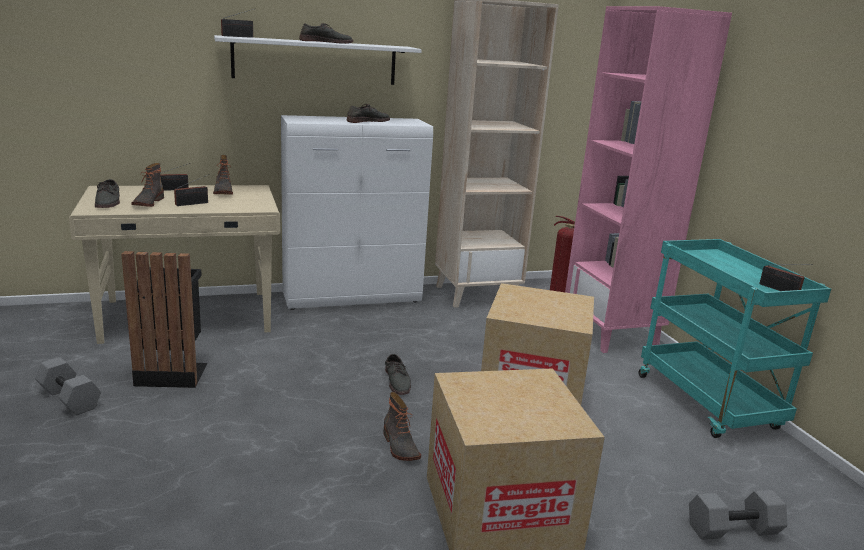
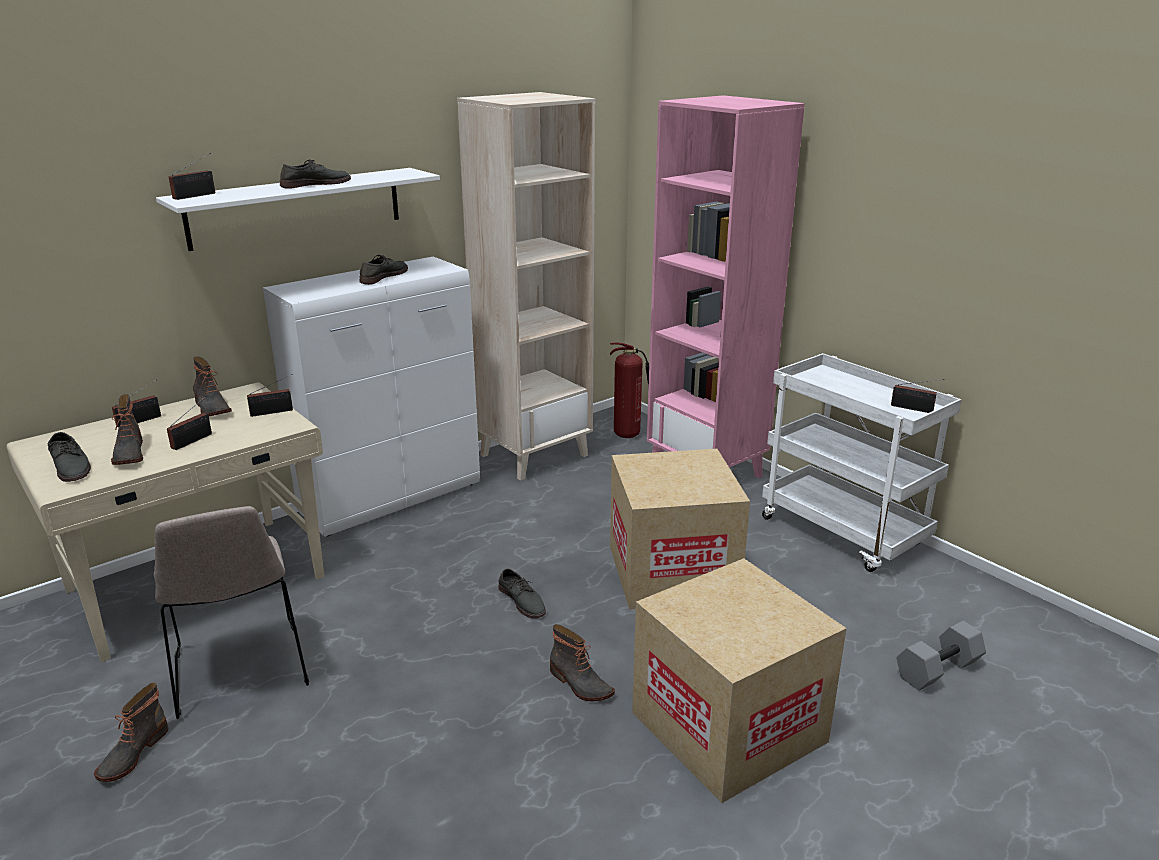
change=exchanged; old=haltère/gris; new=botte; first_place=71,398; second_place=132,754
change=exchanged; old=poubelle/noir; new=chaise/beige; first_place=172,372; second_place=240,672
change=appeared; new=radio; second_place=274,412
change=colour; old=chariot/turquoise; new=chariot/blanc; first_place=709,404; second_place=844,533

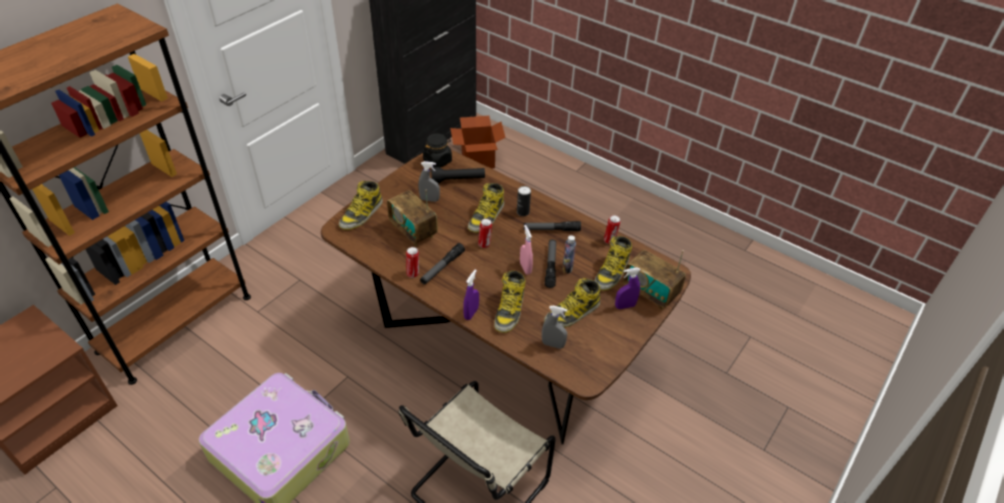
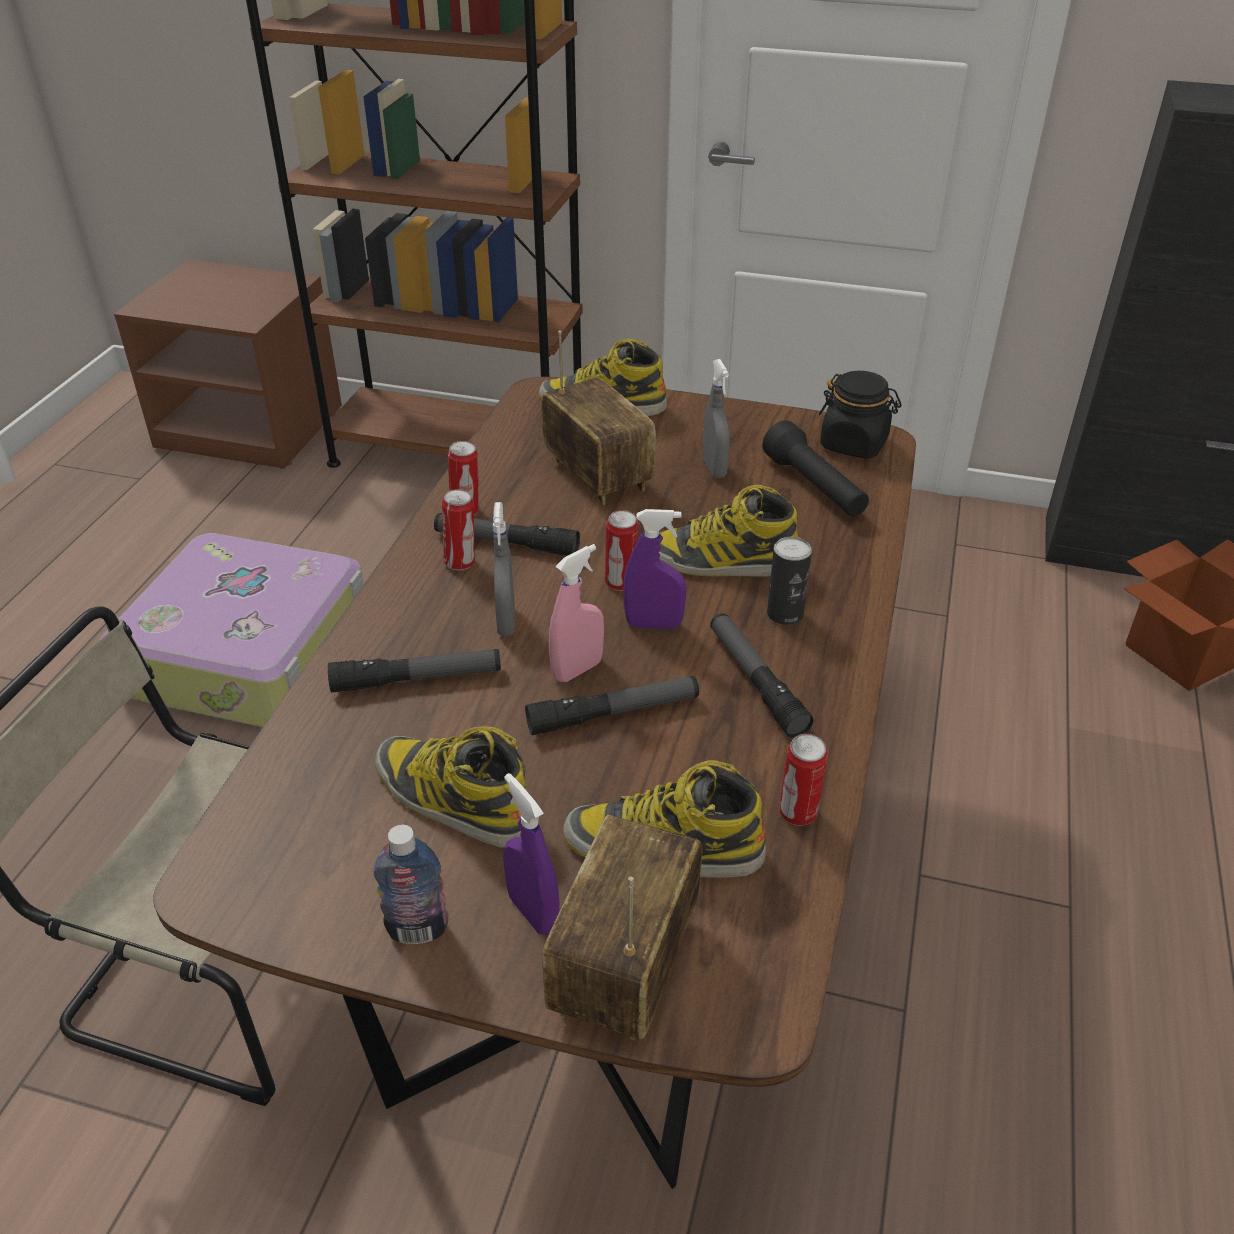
change=exchanged; old=botte; new=lampe de poche; first_place=509,310; second_place=417,679
change=relocated; old=bouteille; first_place=567,268; second_place=418,930
change=appeared; new=boîte métallique; second_place=461,562
change=relocated; old=vaporisateur/gris; first_place=553,344; second_place=506,622
change=spun; old=radio; first_place=413,231; second_place=597,476; degrees=120
change=relocated; old=vaporisateur/violet; first_place=471,313; second_place=653,625

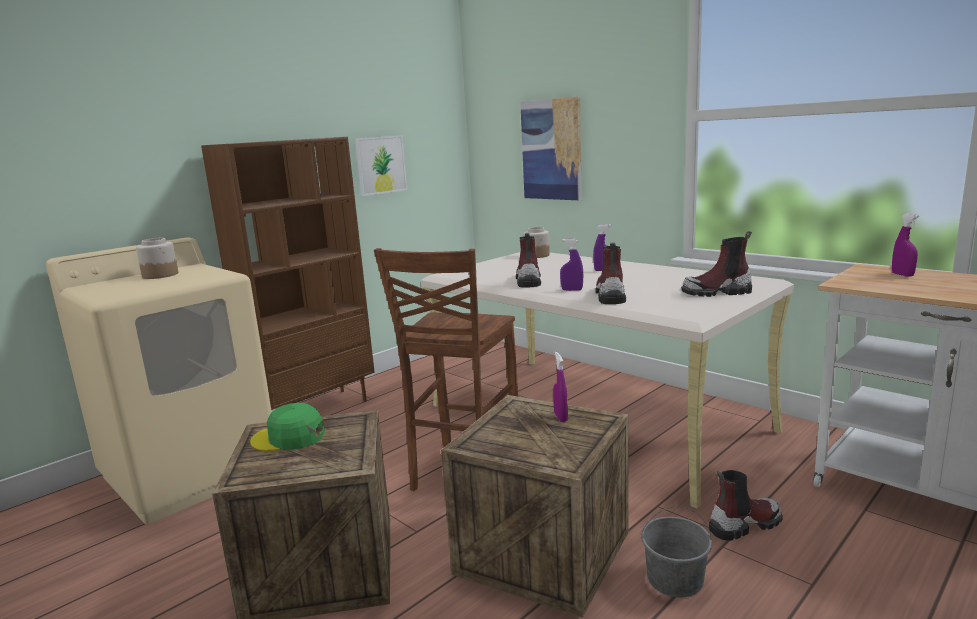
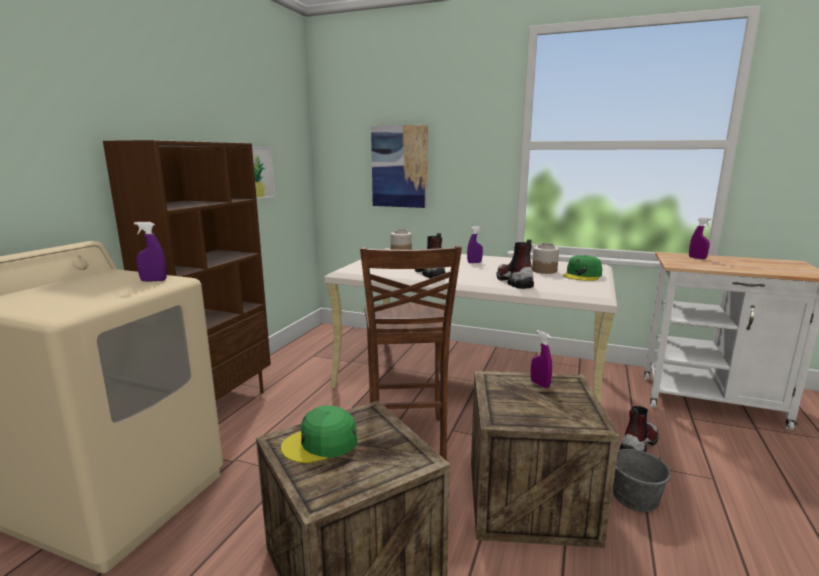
change=relocated; old=vaporisateur/violet; first_place=572,290; second_place=153,280
change=relocated; old=bocal; first_place=160,275; second_place=544,270
change=exchanged; old=botte; new=casquette/vert; first_place=717,292; second_place=582,275

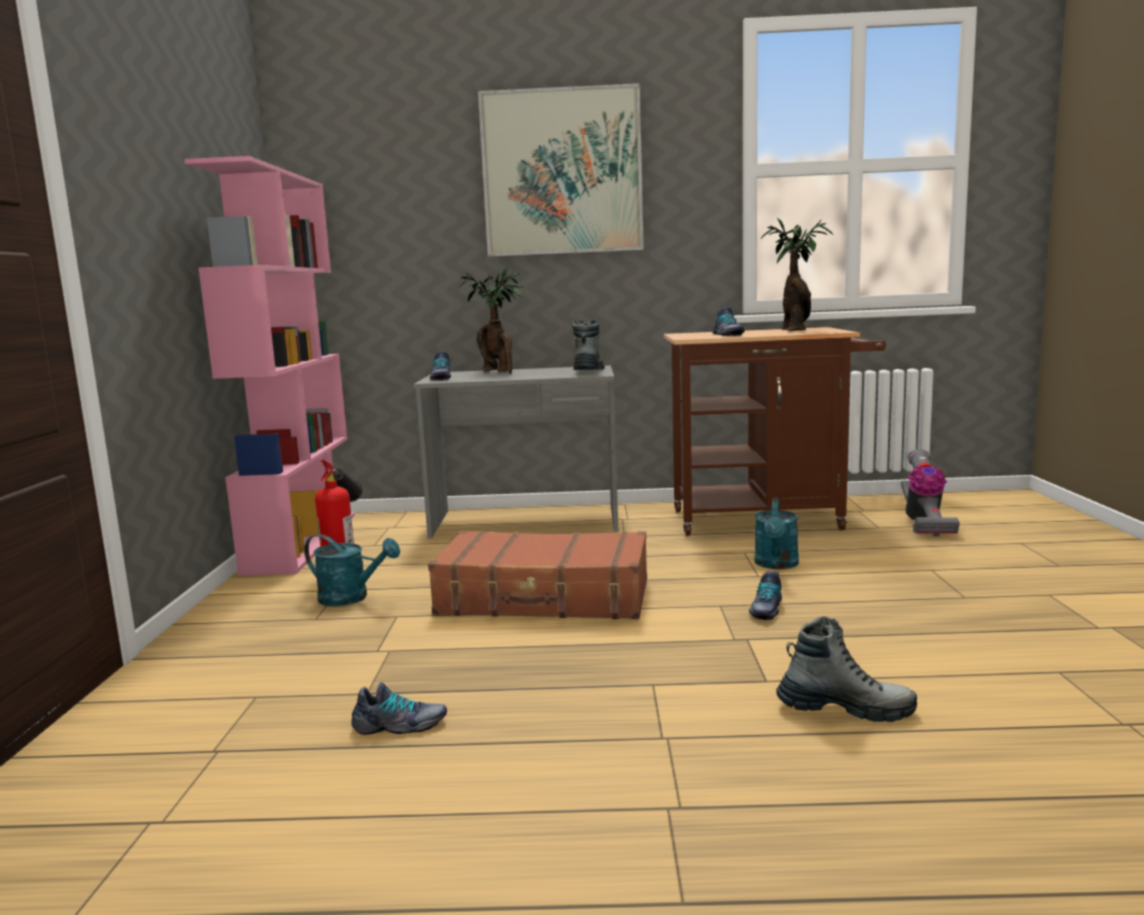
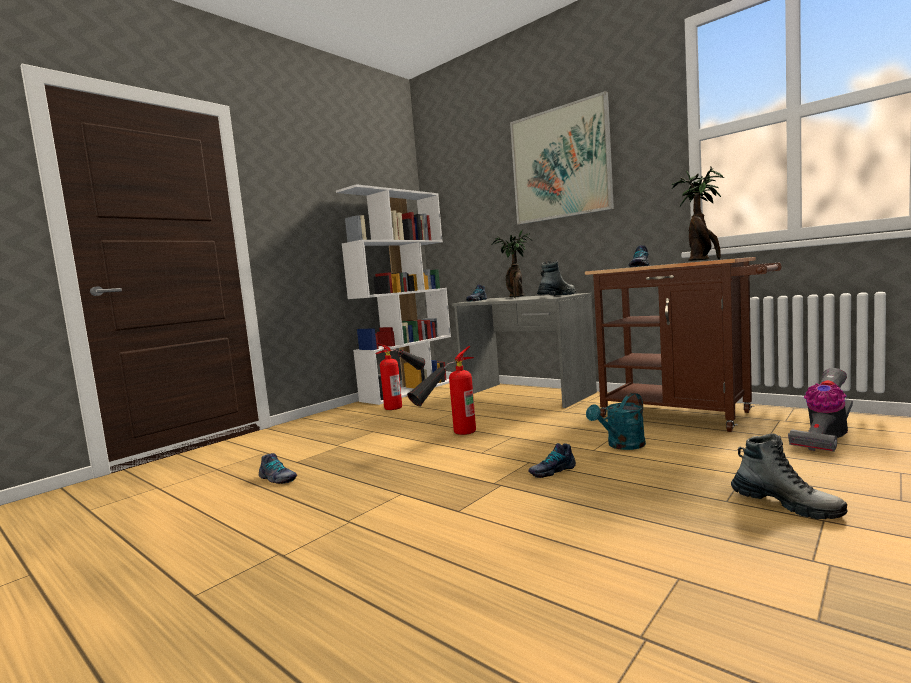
change=colour; old=bibliothèque/rose; new=bibliothèque/blanc; first_place=302,542; second_place=409,390
change=exchanged; old=valise/marron; new=extincteur; first_place=544,598; second_place=448,437
change=relocated; old=botte; first_place=845,709; second_place=786,505
change=missing; old=arrosoir/turquoise; first_place=351,598

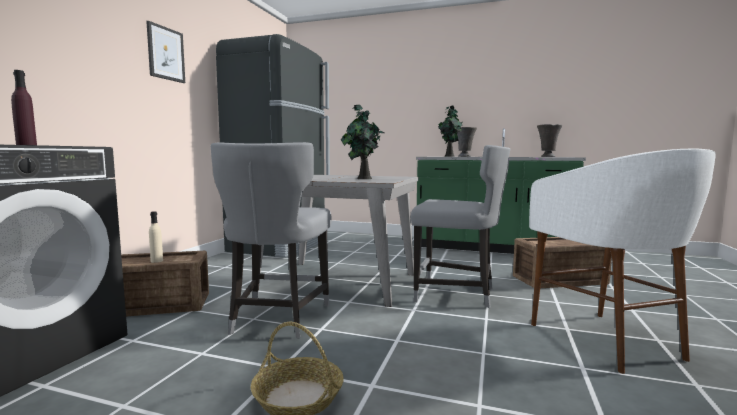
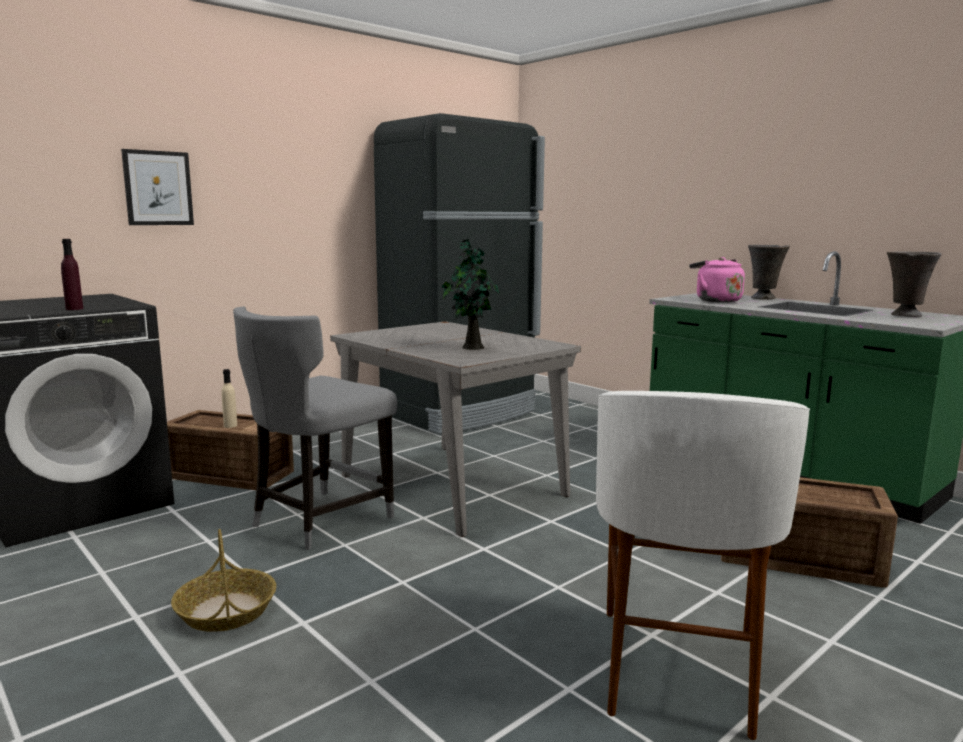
change=relocated; old=tableau; first_place=166,53; second_place=158,188
change=exchanged; old=plante en pot; new=bouilloire/rose; first_place=449,156; second_place=715,300
change=missing; old=chaise/gris; first_place=456,294

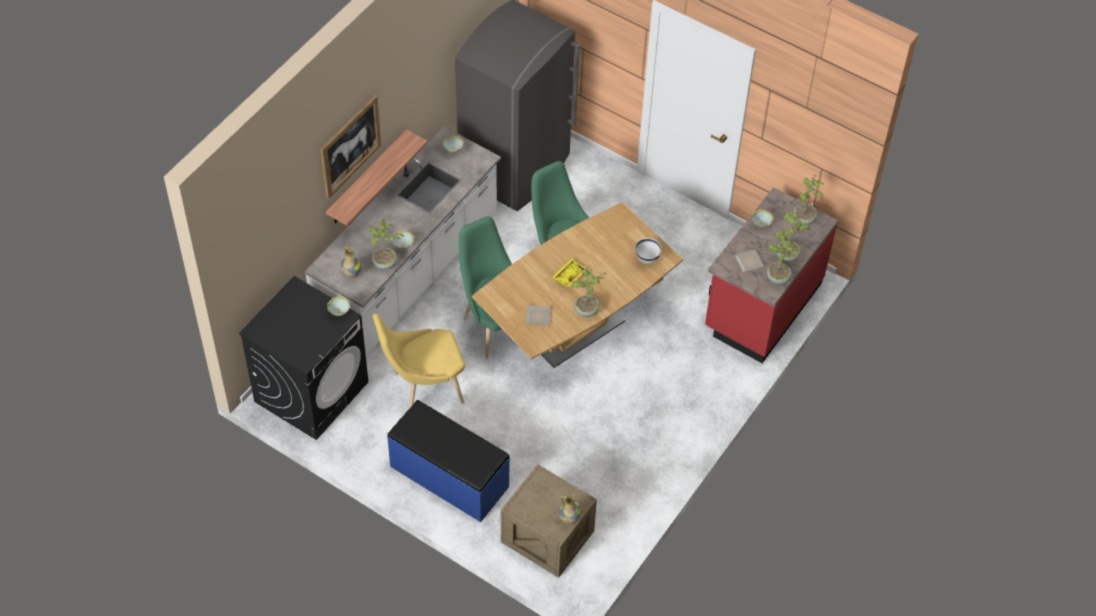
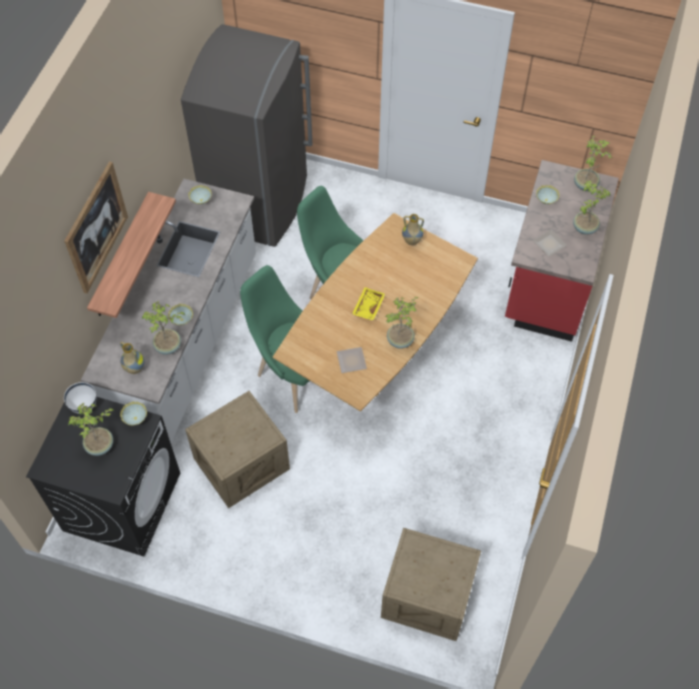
change=relocated; old=bol/blanc; first_place=647,259; second_place=84,406
change=relocated; old=plante en pot; first_place=778,278; second_place=100,446
change=exchanged; old=chaise/jaune; new=caisse; first_place=423,388; second_place=241,464
change=relocated; old=vase; first_place=568,519; second_place=411,241
change=missing; old=banc/bleu; first_place=449,477

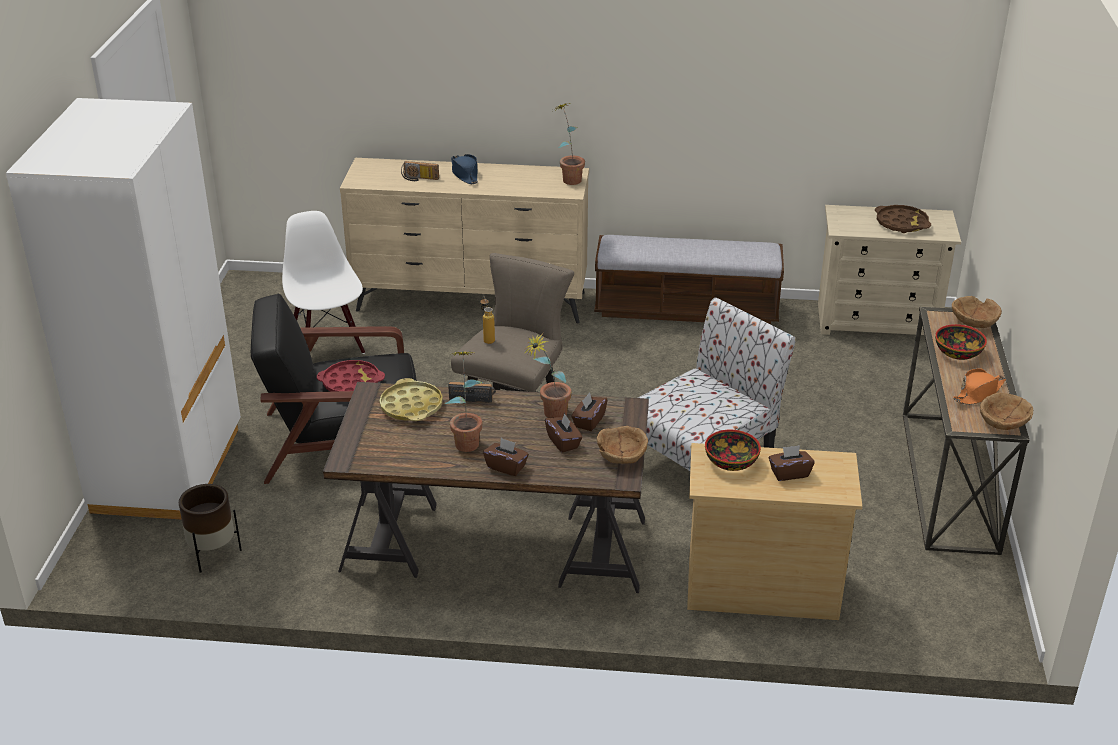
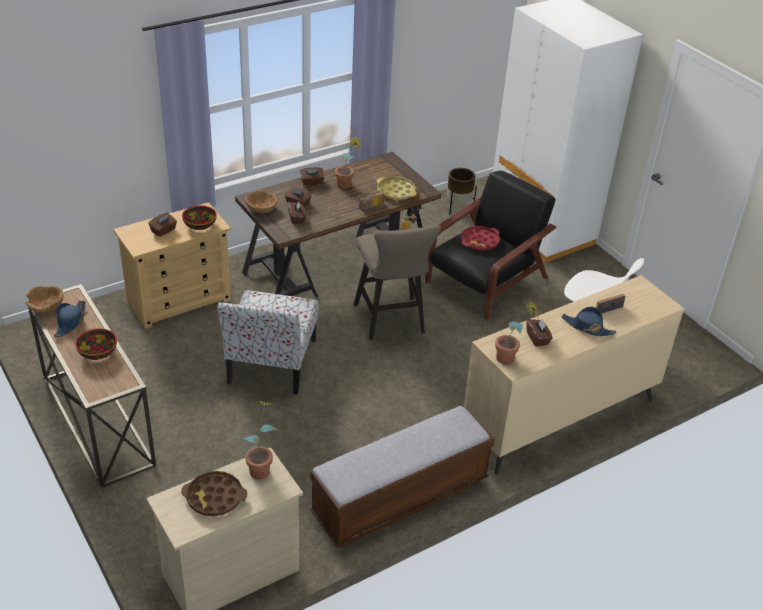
change=colour; old=chapeau/orange; new=chapeau/bleu; first_place=978,393; second_place=70,322
change=relocated; old=plante en pot; first_place=549,415; second_place=262,467
change=appeared; new=boîte à mouchoirs/marron; second_place=537,338
change=missing; old=bol/marron; first_place=974,322

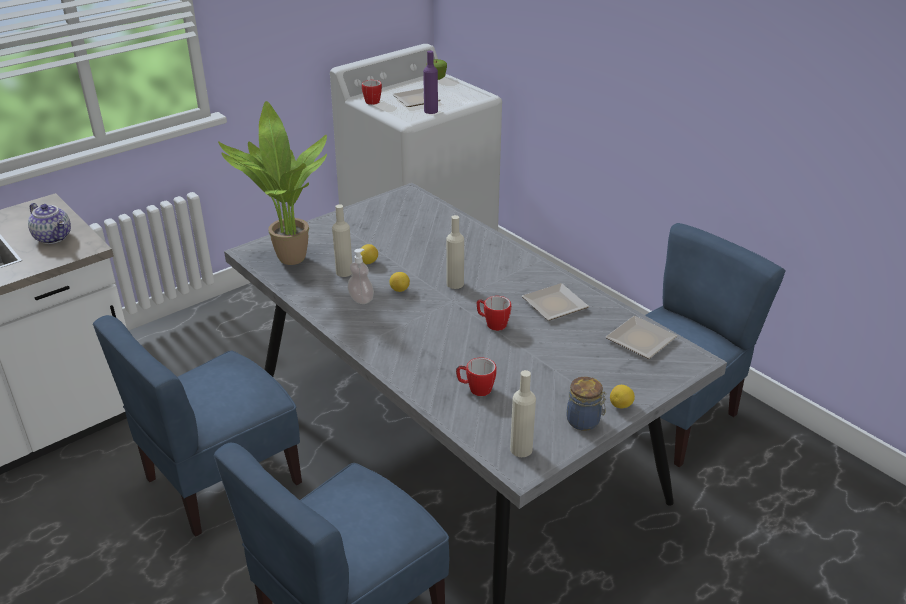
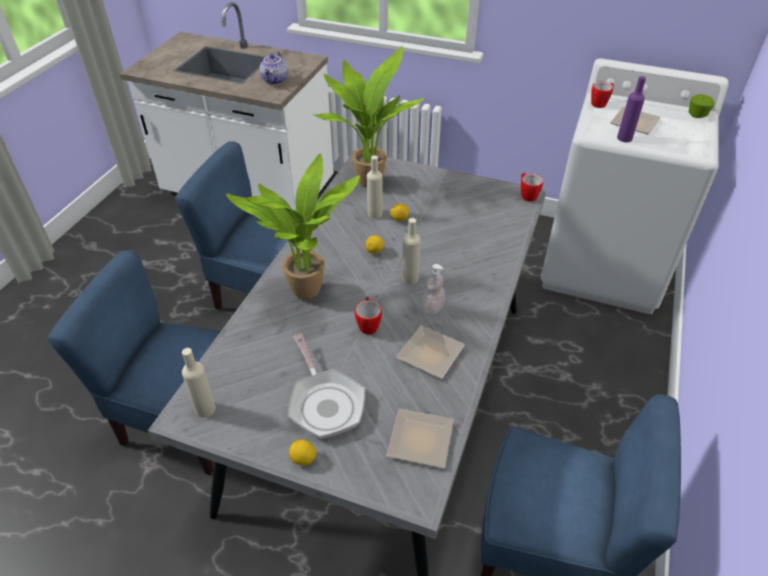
change=appeared; new=plante en pot; second_place=309,294
change=appeared; new=poêle; second_place=325,403
change=relocated; old=distributeur de savon; first_place=361,299; second_place=433,307
change=relocated; old=mug; first_place=475,389; second_place=527,195
change=missing; old=bocal; first_place=584,421

